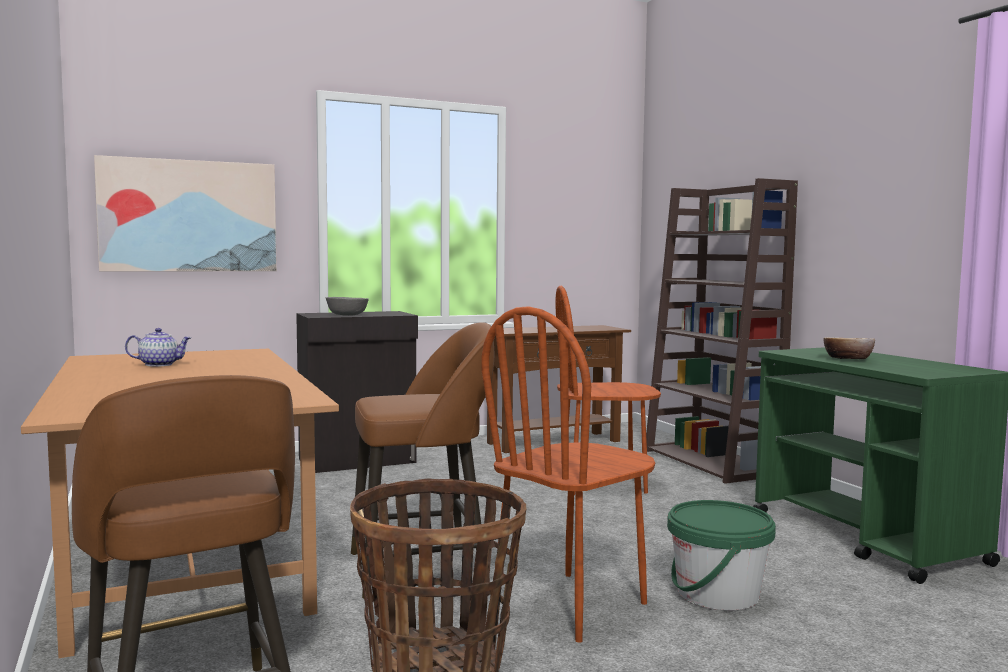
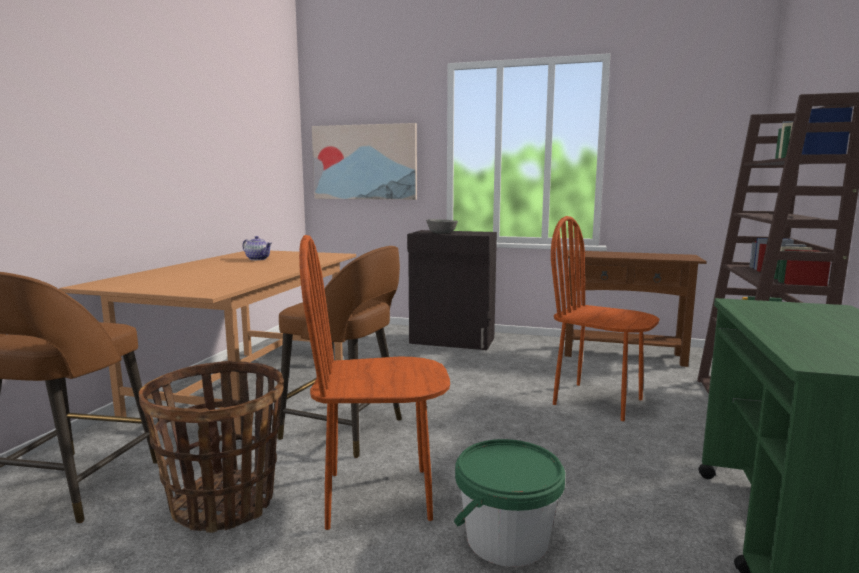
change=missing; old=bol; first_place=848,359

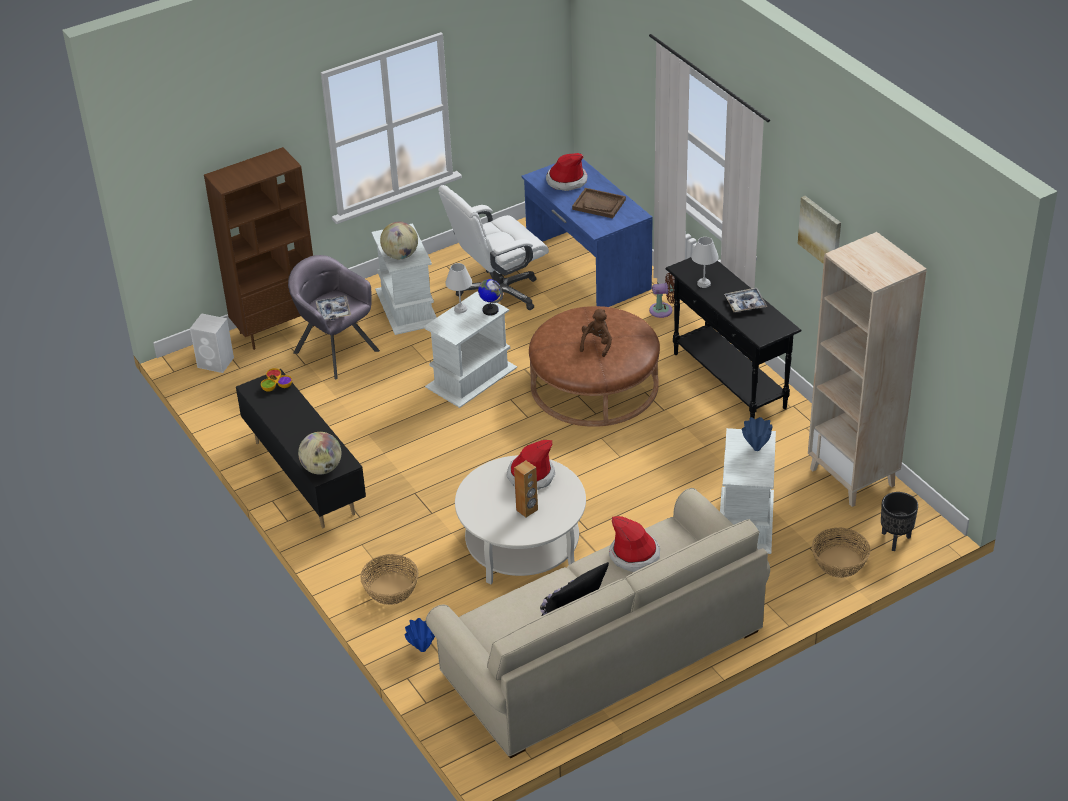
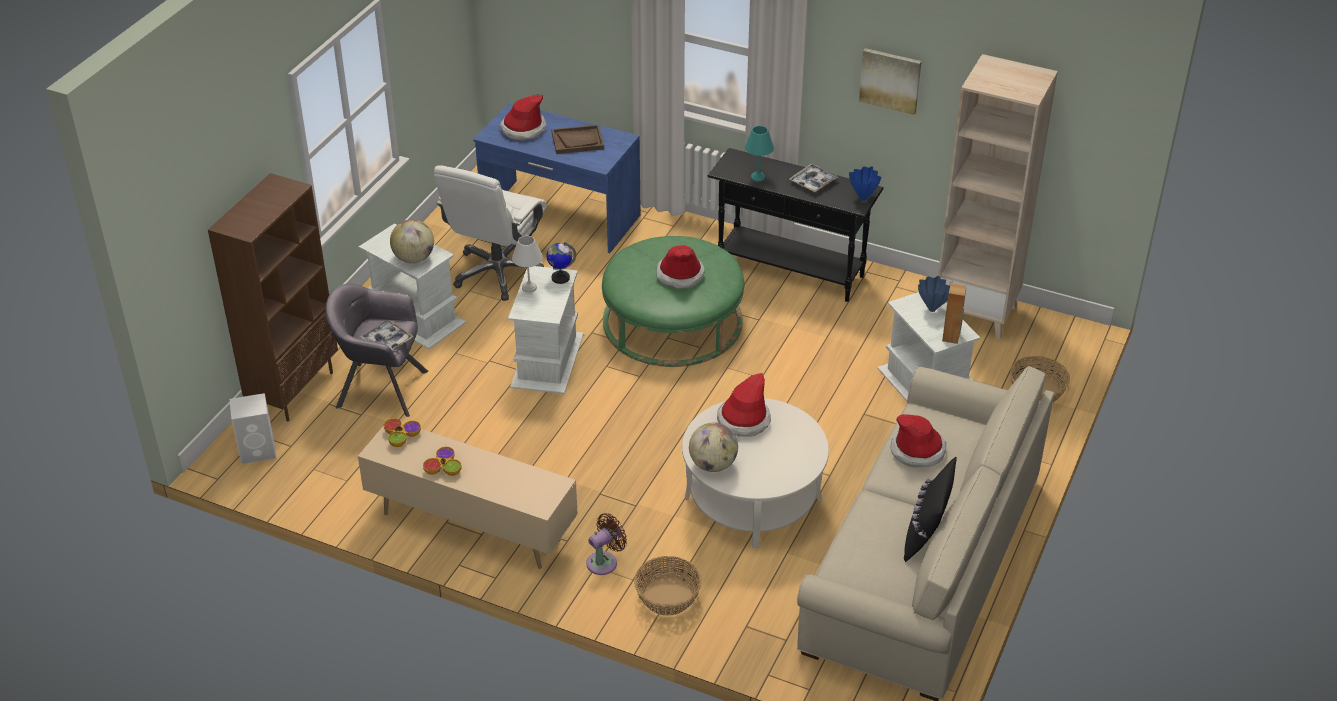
change=colour; old=meuble télé/noir; new=meuble télé/beige; first_place=305,477; second_place=471,526
change=appeared; new=bol; second_place=443,467
change=relocated; old=ventilateur/marron; first_place=663,310; second_place=604,561
change=colour; old=pouf/marron; new=pouf/vert; first_place=594,384; second_place=672,321
change=exchanged; old=peluche/marron; new=chapeau; first_place=597,344; second_place=680,275
change=relocated; old=globe; first_place=322,469; second_place=713,465
change=colour; old=lampe de table/blanc; new=lampe de table/turquoise; first_place=704,284; second_place=758,177
change=relocated; old=vase/bleu; first_place=422,649; second_place=862,199
change=relocated; old=enceinte/marron; first_place=527,510; second_place=951,337
change=missing; old=cache-pot/noir; first_place=895,540

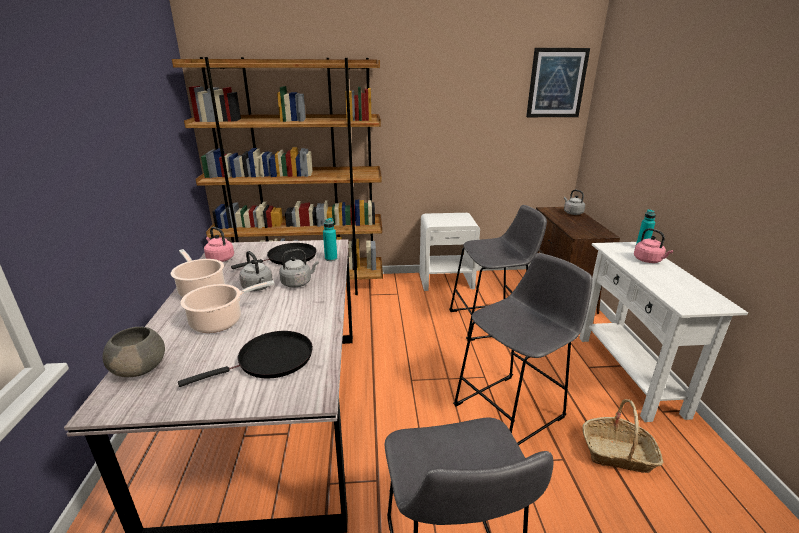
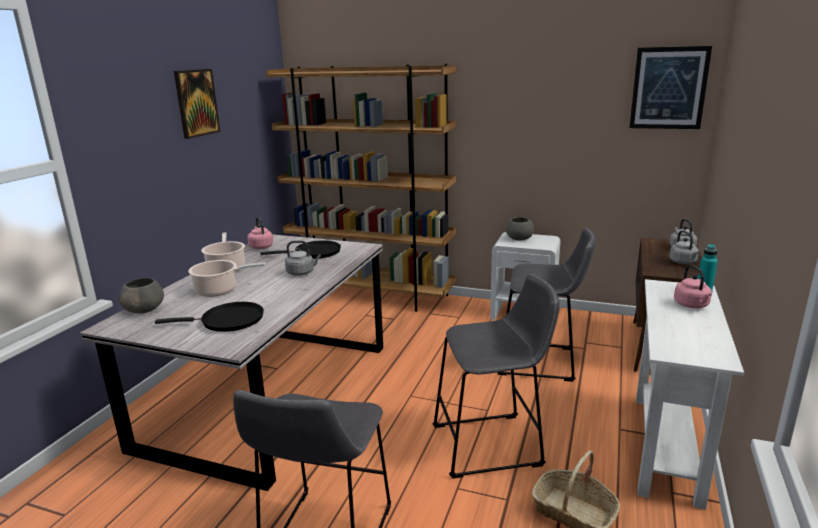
change=appeared; new=tableau; second_place=196,103
change=appeared; new=bol/gris; second_place=519,239
change=relocated; old=bouilloire/gris; first_place=258,287; second_place=683,262
change=missing; old=bouteille/turquoise; first_place=331,258

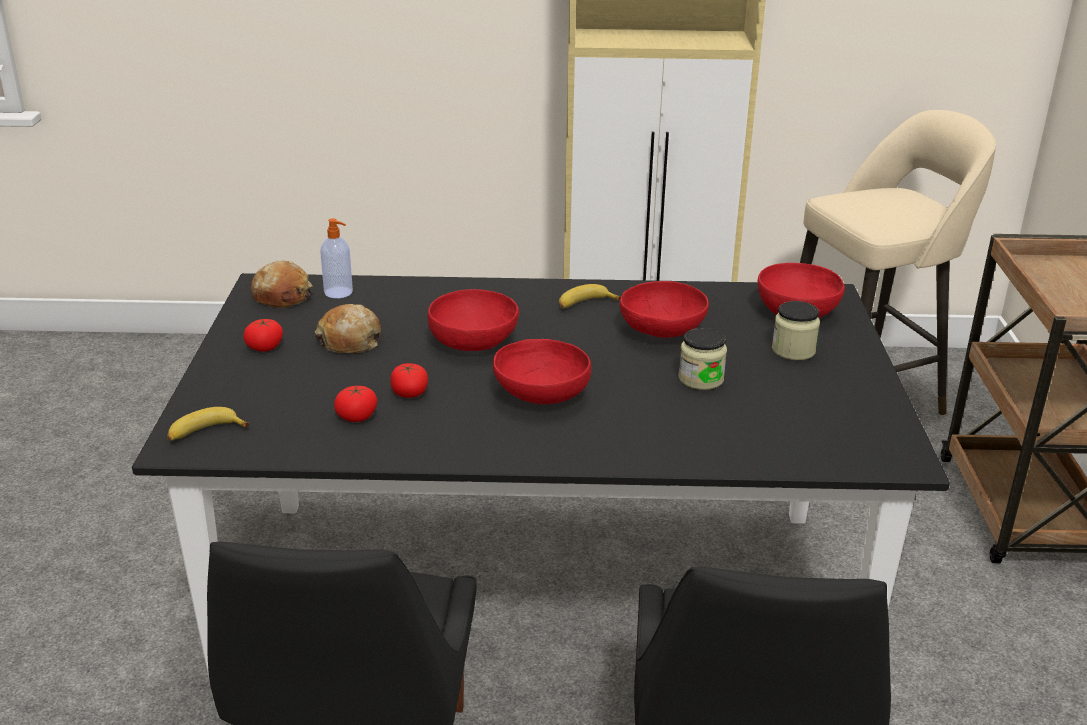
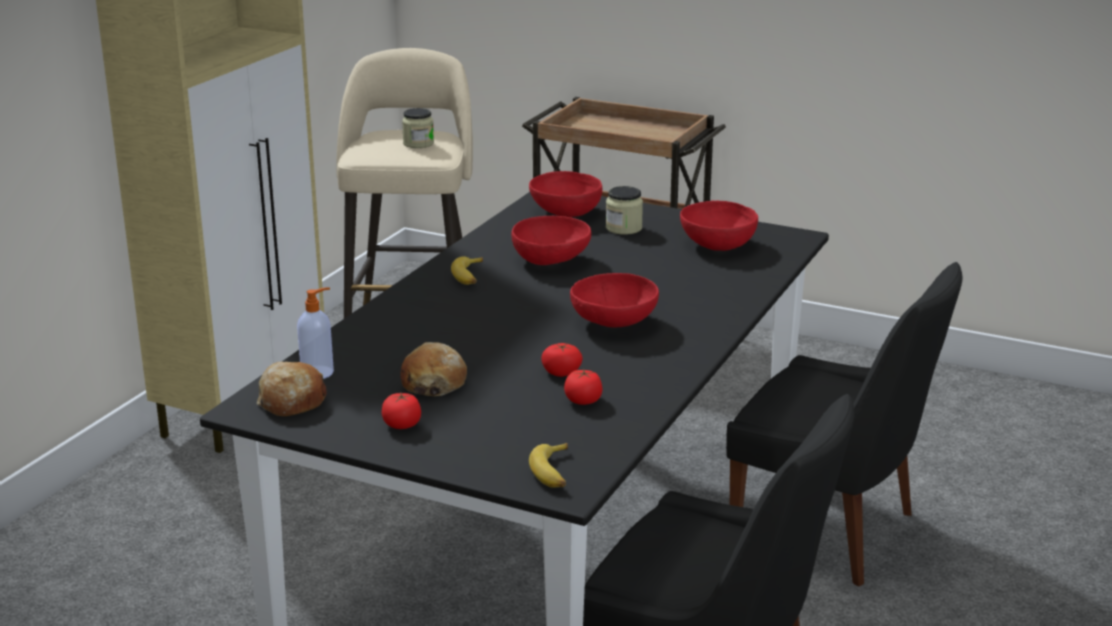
change=relocated; old=bocal; first_place=701,379; second_place=418,143
change=relocated; old=bol/rouge; first_place=474,342; second_place=717,245

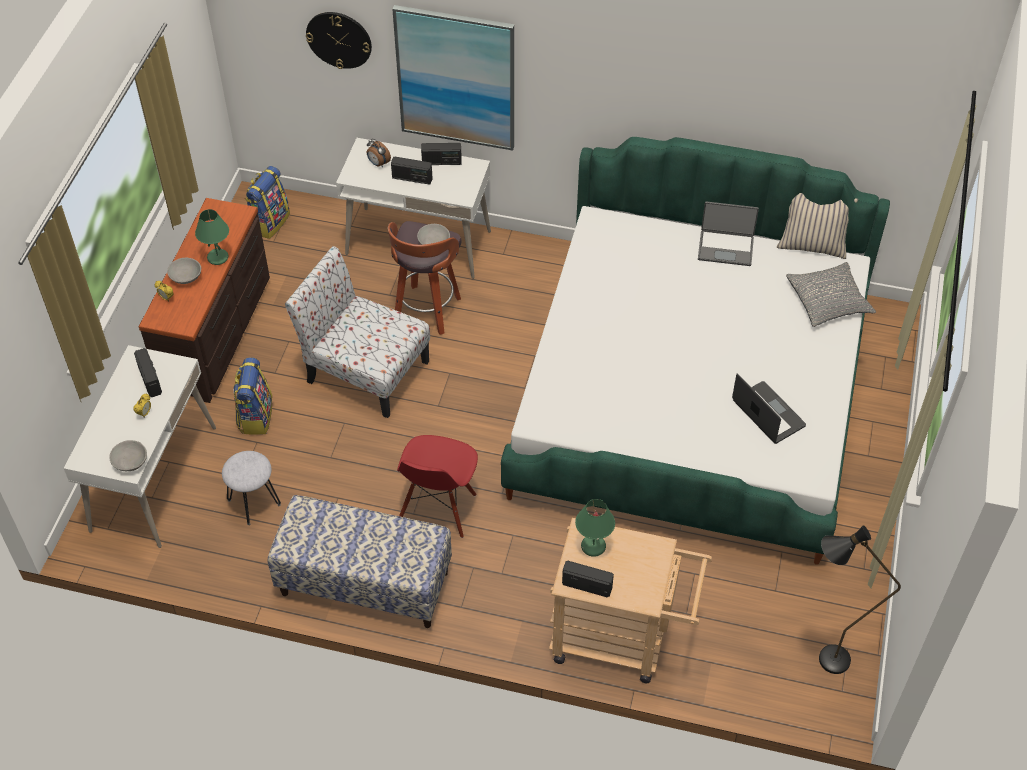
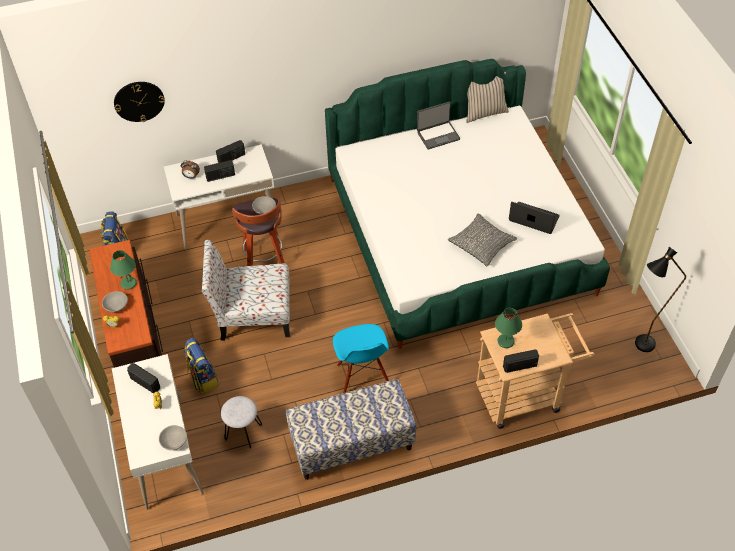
change=colour; old=chaise/rouge; new=chaise/bleu; first_place=438,508; second_place=362,375
change=relocated; old=coussin/gris; first_place=828,300; second_place=481,244
change=missing; old=tableau; first_place=456,78

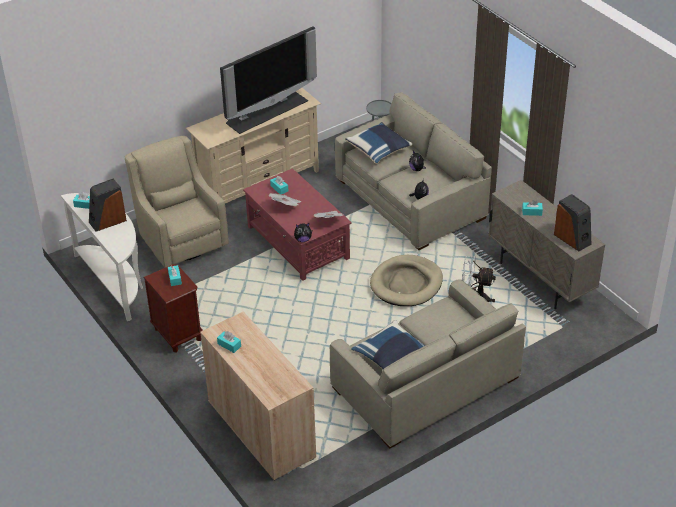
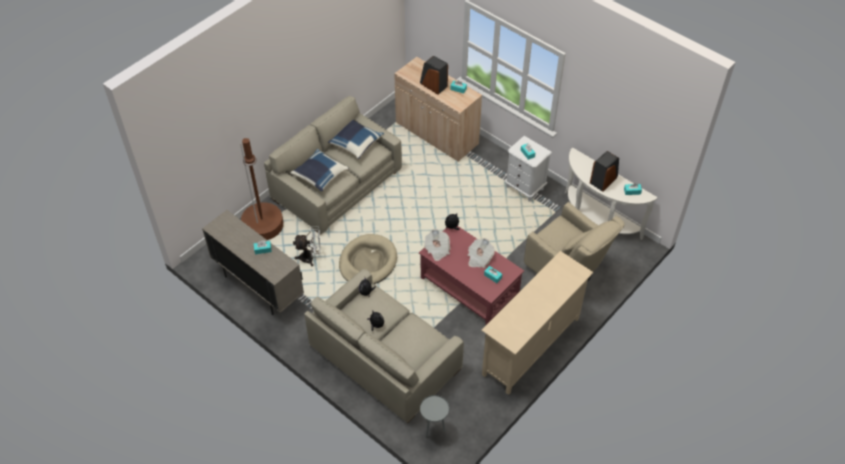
change=appeared; new=lampadaire/marron; second_place=263,225
change=relocated; old=coussin/bleu; first_place=379,151; second_place=320,176
change=relocated; old=enceinte; first_place=572,238; second_place=433,85
change=colour; old=table de chevet/marron; new=table de chevet/blanc; first_place=178,334; second_place=524,187
change=missing; old=téléviseur; first_place=266,111

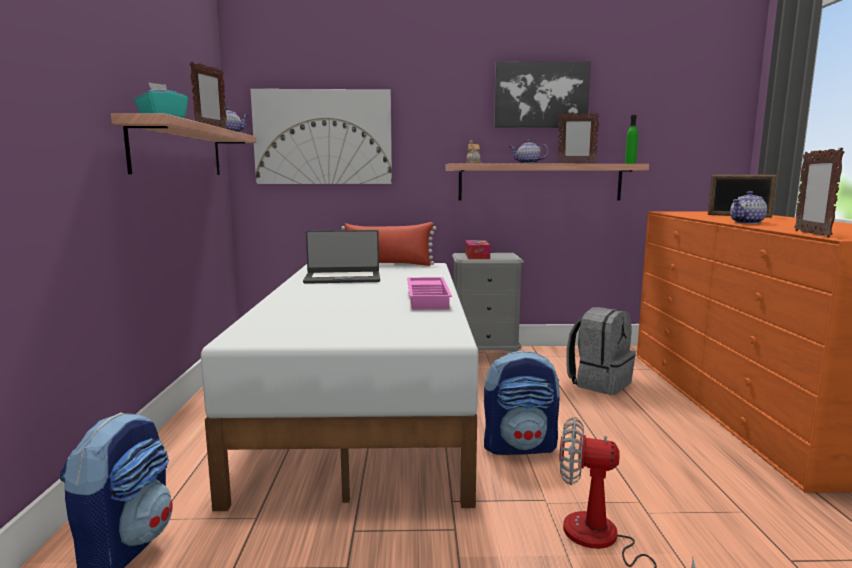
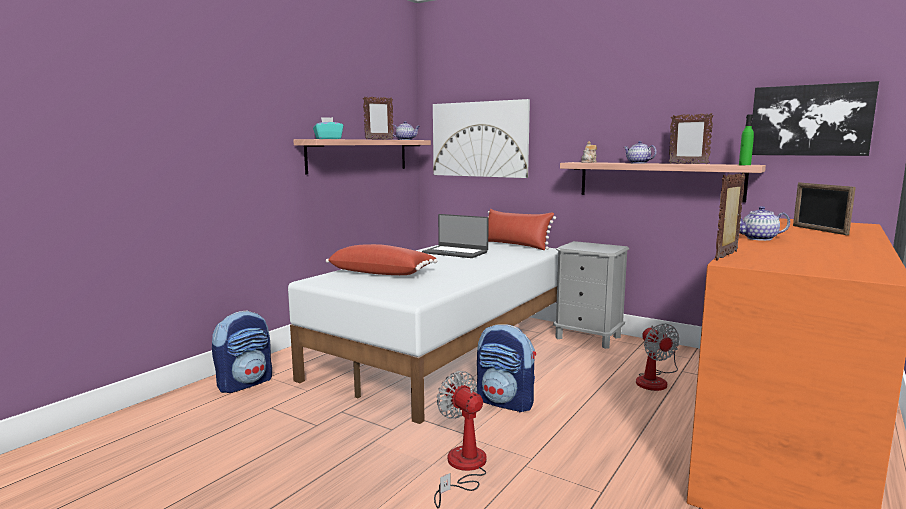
change=appeared; new=coussin/rouge; second_place=382,273
change=exchanged; old=sac à dos/gris; new=ventilateur; first_place=599,383; second_place=655,380
change=relocated; old=tableau; first_place=541,95; second_place=810,120
change=missing; old=plateau/rose; first_place=429,298
change=missing; old=boîte à mouchoirs; first_place=477,256

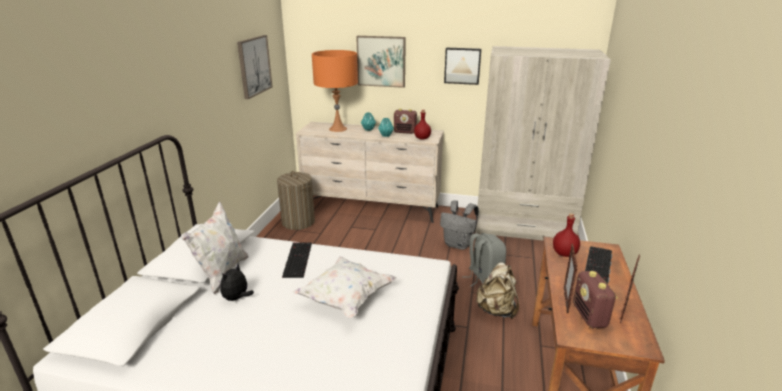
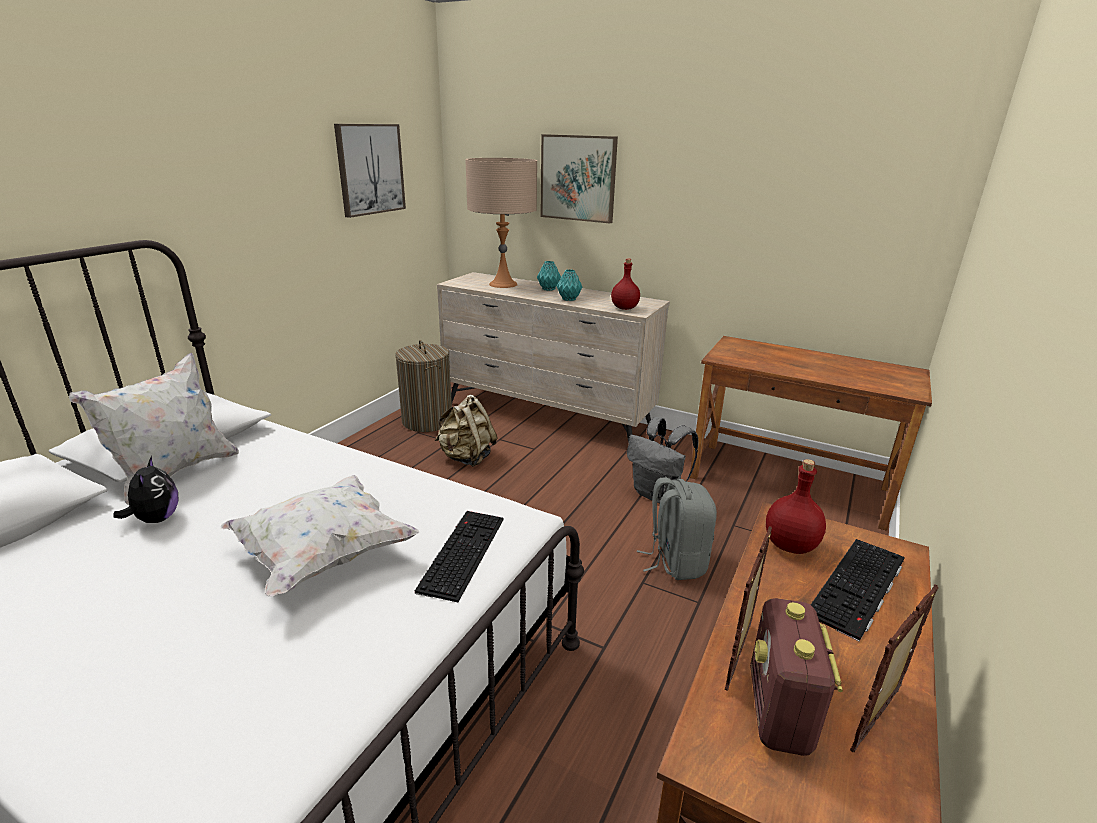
change=spun; old=peluche; first_place=237,298; second_place=156,519; degrees=120
change=relocated; old=clavier; first_place=297,259; second_place=461,552
change=relocated; old=sac à dos/beige; first_place=496,310; second_place=467,457
change=colour; old=lampe de table/orange; new=lampe de table/beige; first_place=338,129; second_place=503,284
change=exchanged; old=armoire/beige; new=bureau/marron; first_place=523,227; second_place=788,483
change=missing; old=radio; first_place=405,132
change=missing; old=tableau; first_place=462,65

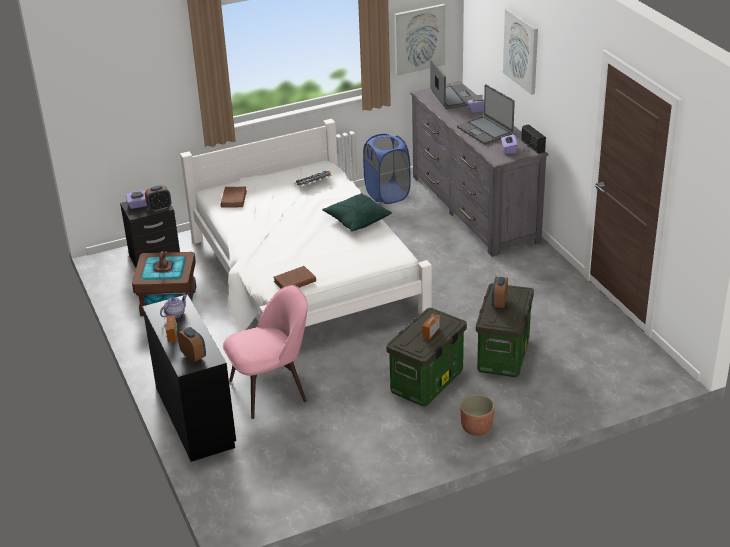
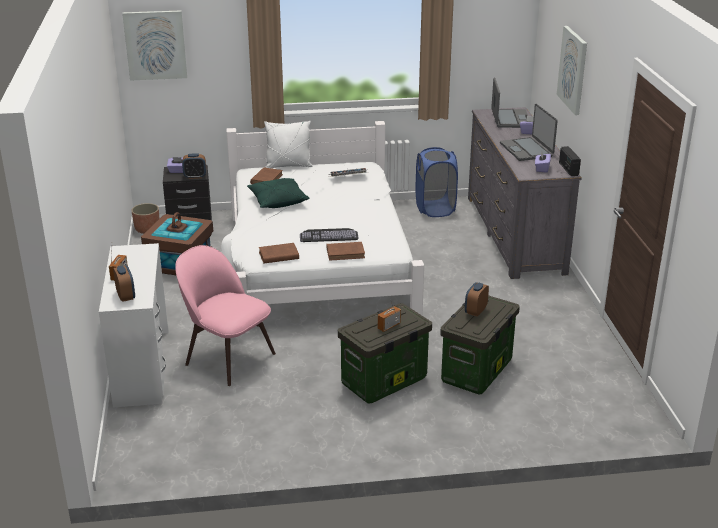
change=colour; old=bureau/noir; new=bureau/blanc; first_place=194,416; second_place=141,367
change=relocated; old=tableau; first_place=419,39; second_place=155,45
change=relocated; old=cache-pot; first_place=476,427; second_place=147,230
change=spun; old=chaise/rose; first_place=271,389; second_place=227,357; degrees=-135
change=relocated; old=coussin/vert; first_place=357,220; second_place=277,201
change=appeared; new=coussin/blanc; second_place=288,166
change=appeared; new=clavier; second_place=329,235
change=appeared; new=livre/marron; second_place=346,253
change=missing; old=théière; first_place=175,314

